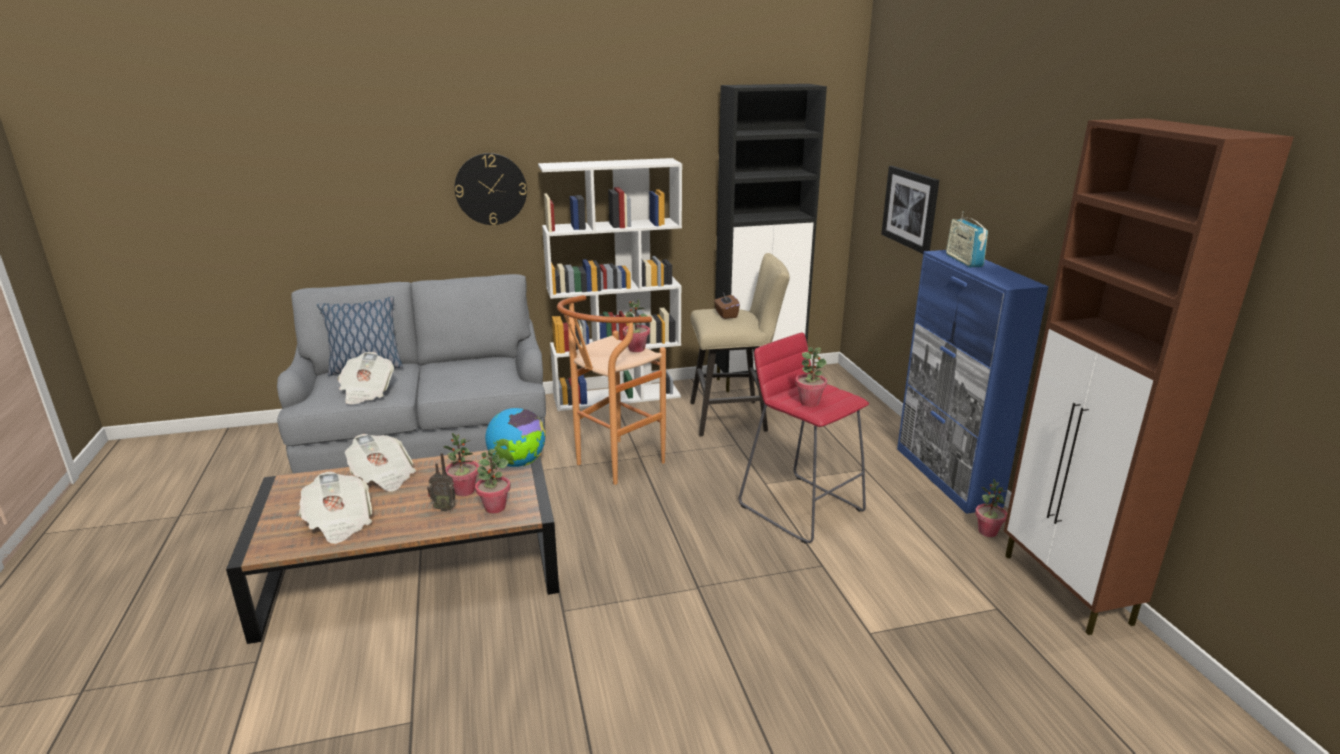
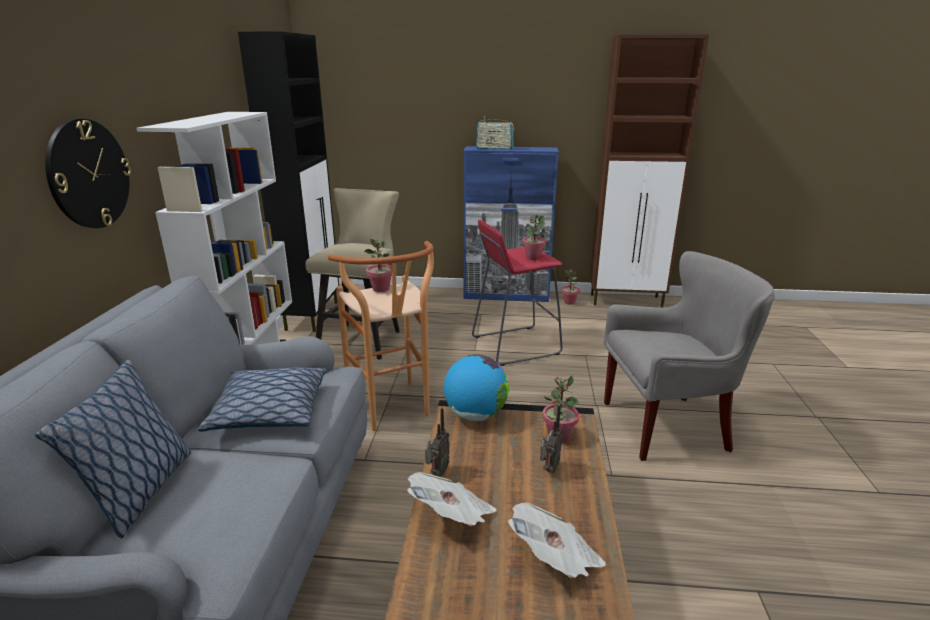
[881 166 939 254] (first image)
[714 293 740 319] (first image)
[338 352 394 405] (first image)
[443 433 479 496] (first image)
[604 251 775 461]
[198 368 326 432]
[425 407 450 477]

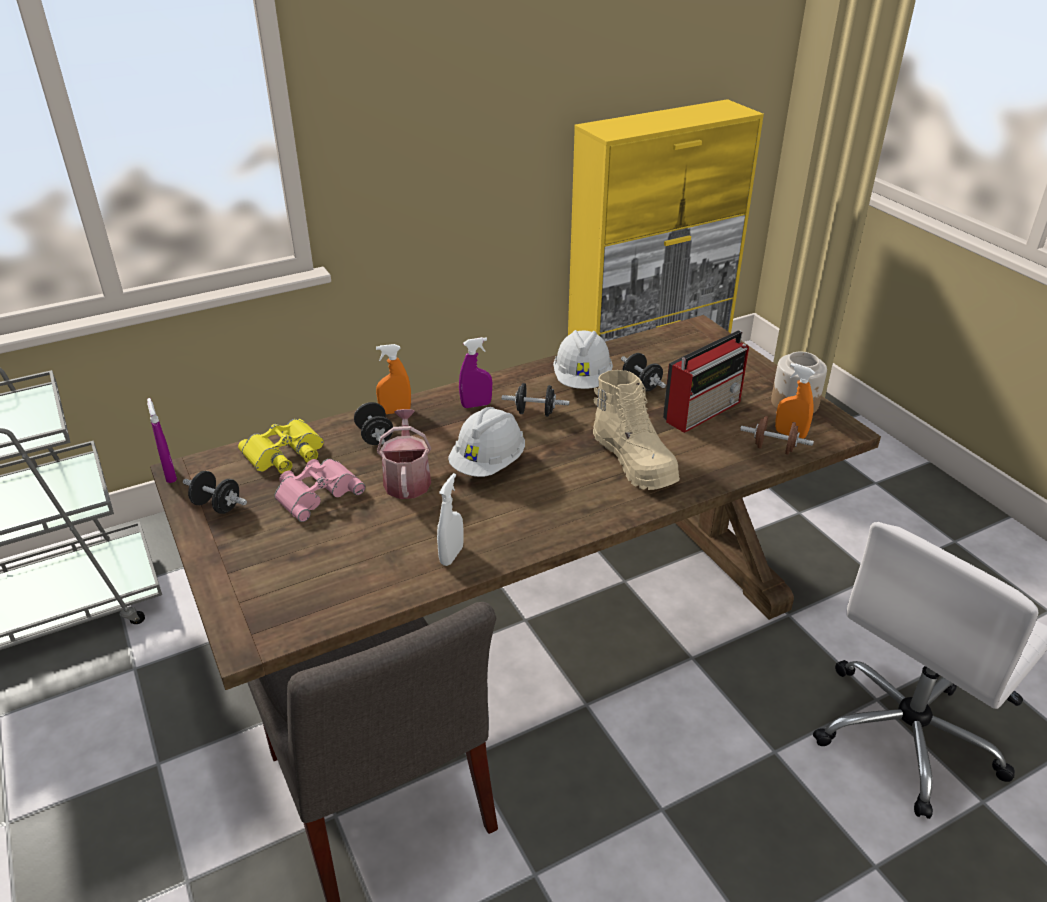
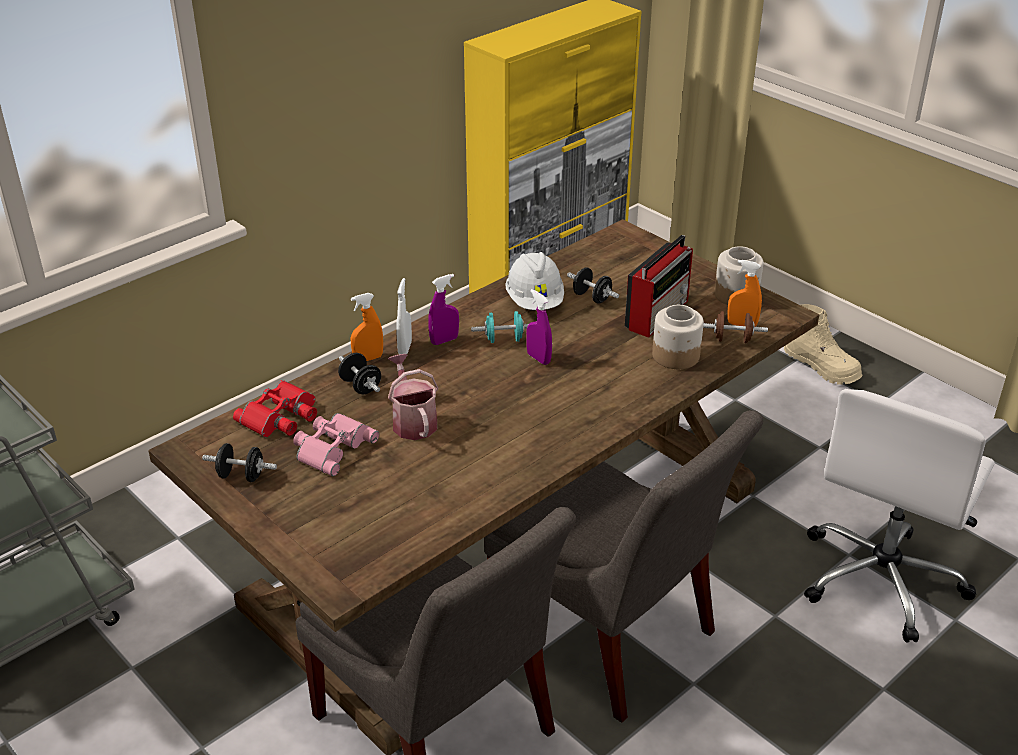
[784 304 862 385]
[471 311 529 343]
[526 289 552 365]
[448 407 525 477] (first image)
[233 380 317 437]
[396 278 412 354]
[652 305 704 369]
[484 410 763 723]

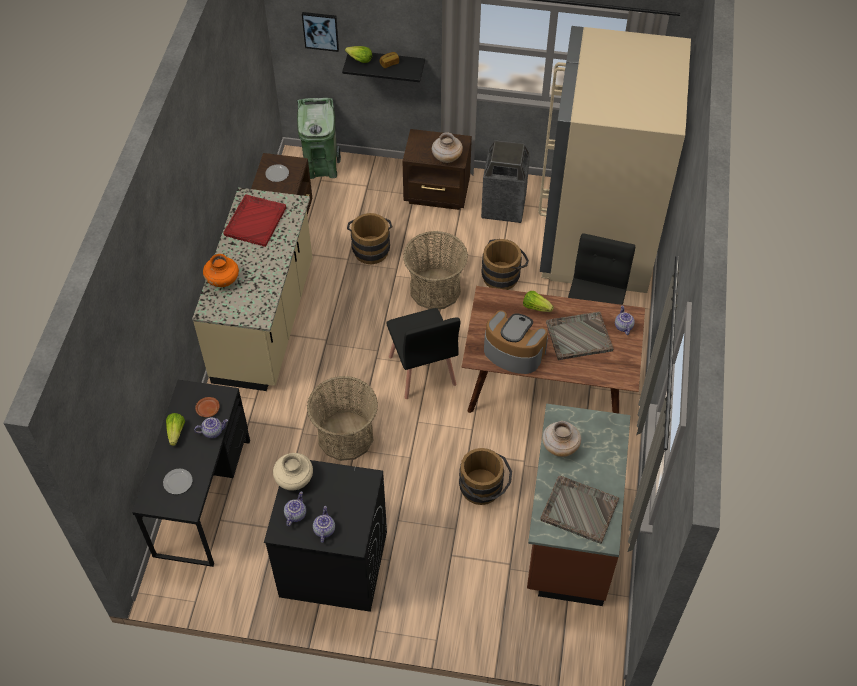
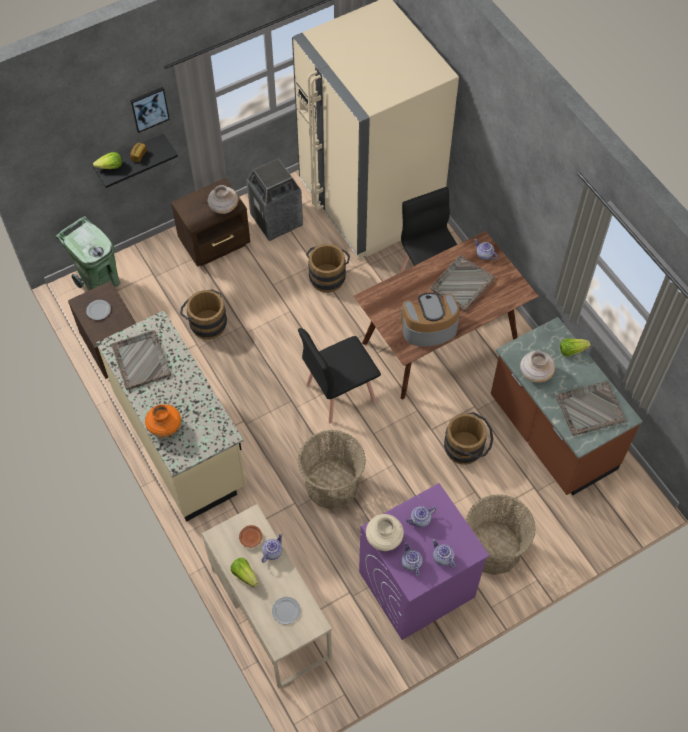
[130 87 170 133]
[111 330 171 390]
[466 494 536 575]
[560 338 591 356]
[298 328 381 423]
[202 504 332 689]
[359 483 489 640]
[406 506 436 528]

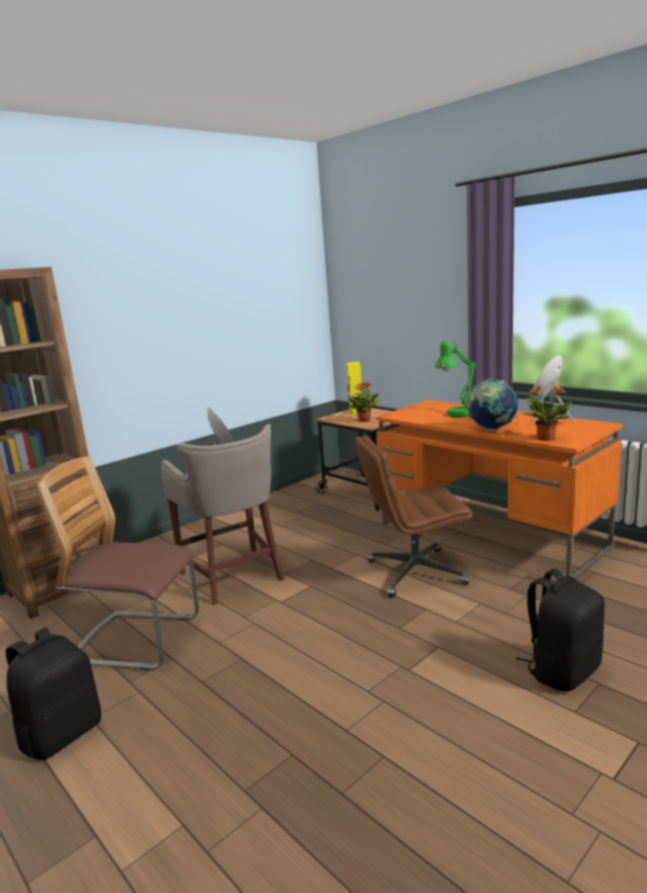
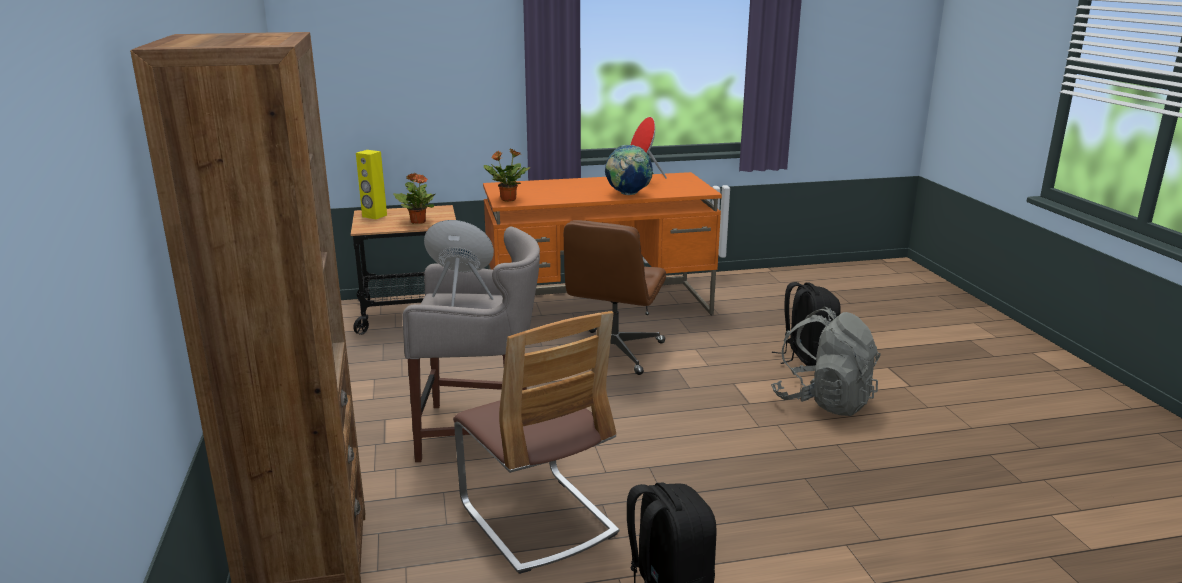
[435 341 476 418] (first image)
[484 148 531 202]
[453 311 620 574]
[771 307 881 416]

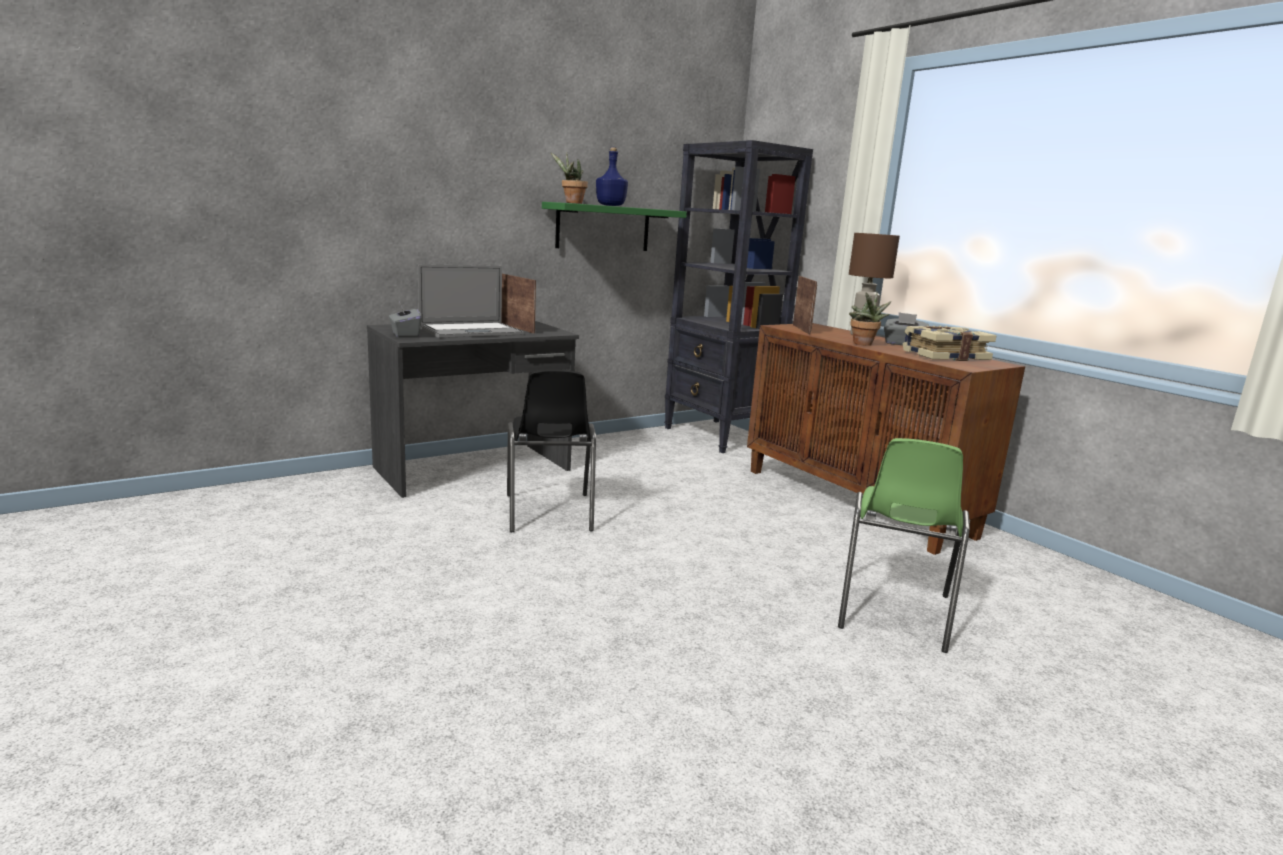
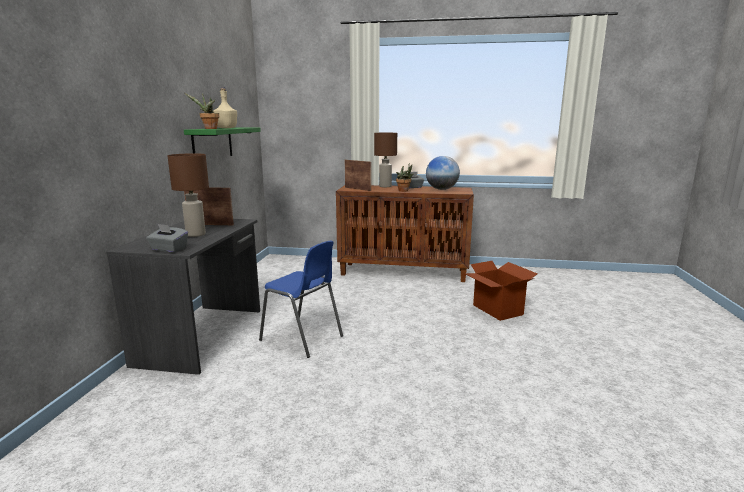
[664 140 813 453] (first image)
[214 88 237 128]
[167 153 209 237]
[426 156 460 190]
[259 241 343 358]
[464 261 537 321]

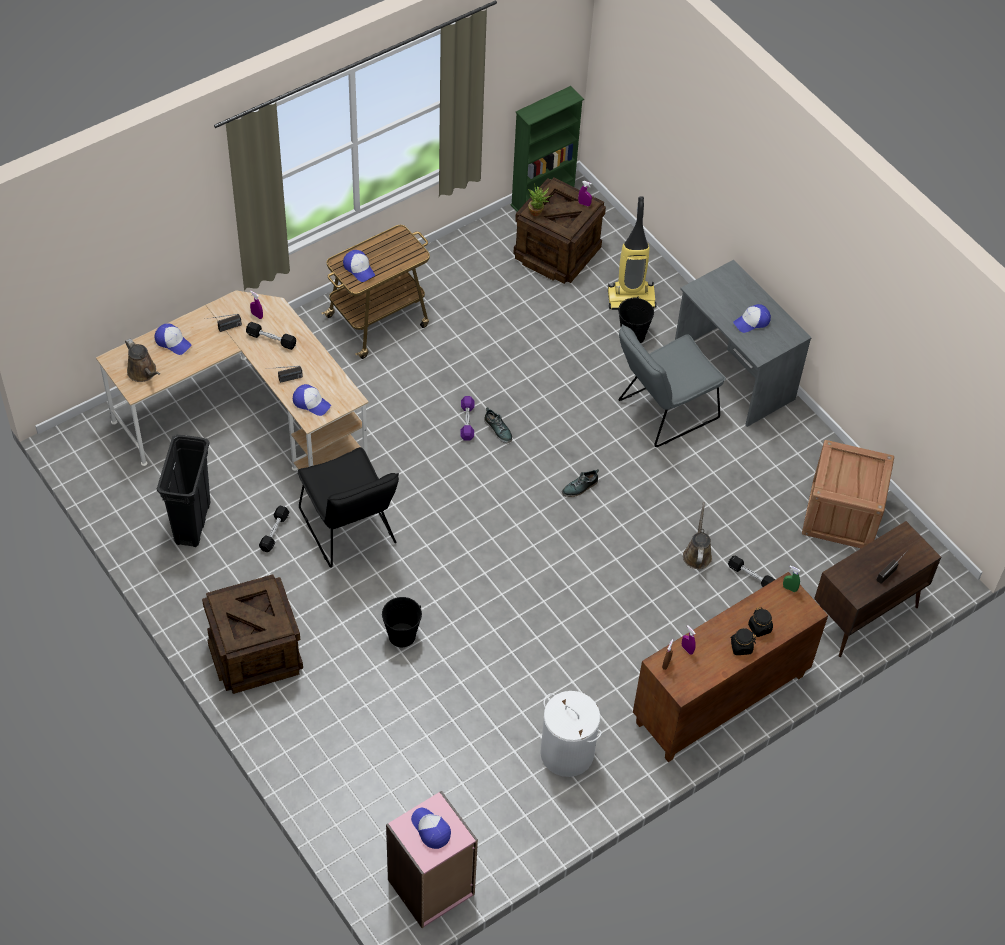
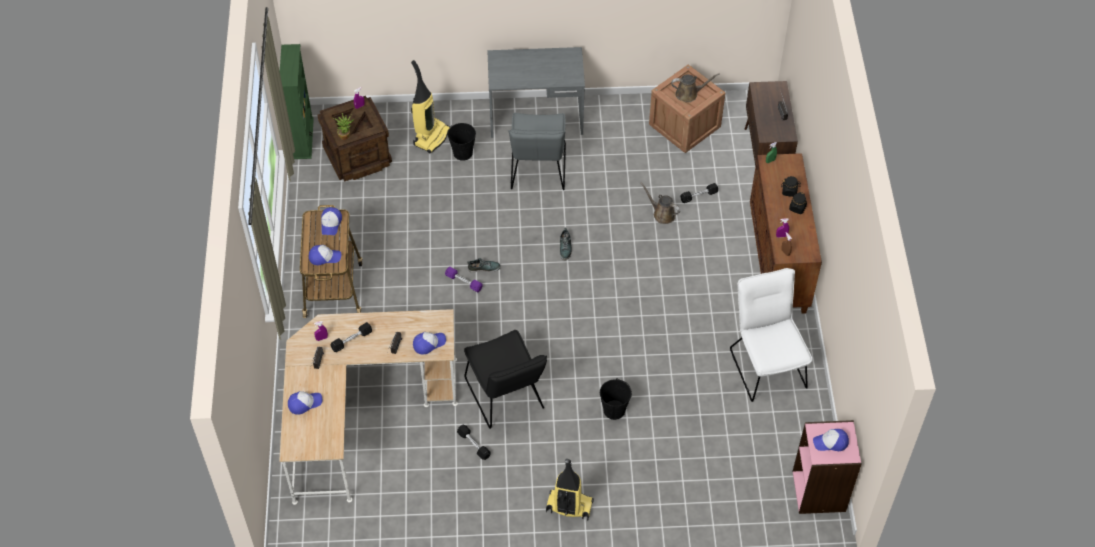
[321 207 342 235]
[671 73 720 102]
[157 435 210 547] (first image)
[464 330 547 429]
[546 459 594 520]
[730 268 813 402]

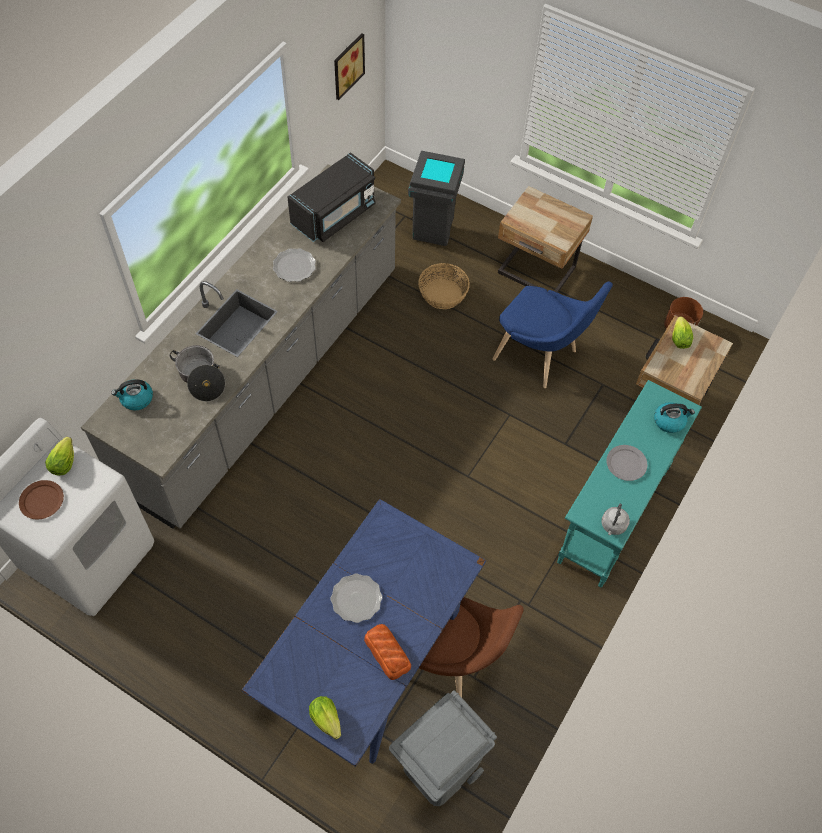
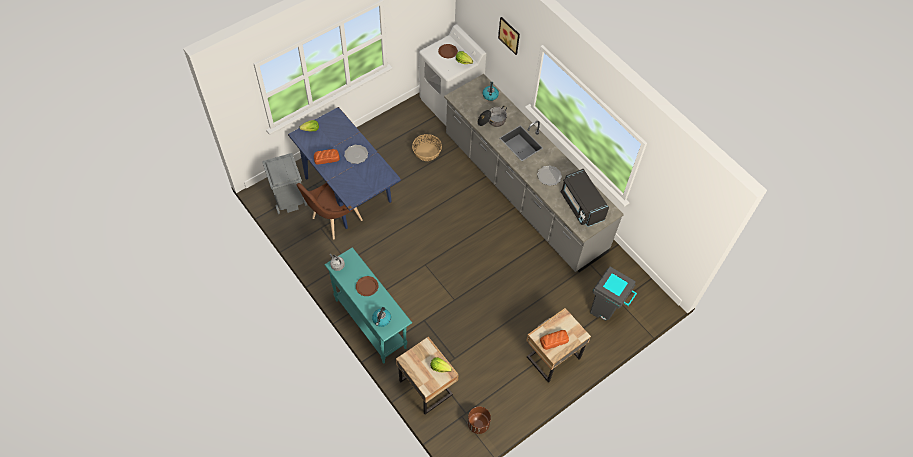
[498 17 520 55]
[412 134 442 161]
[493 282 613 388] (first image)
[356 276 378 296]
[540 330 569 350]

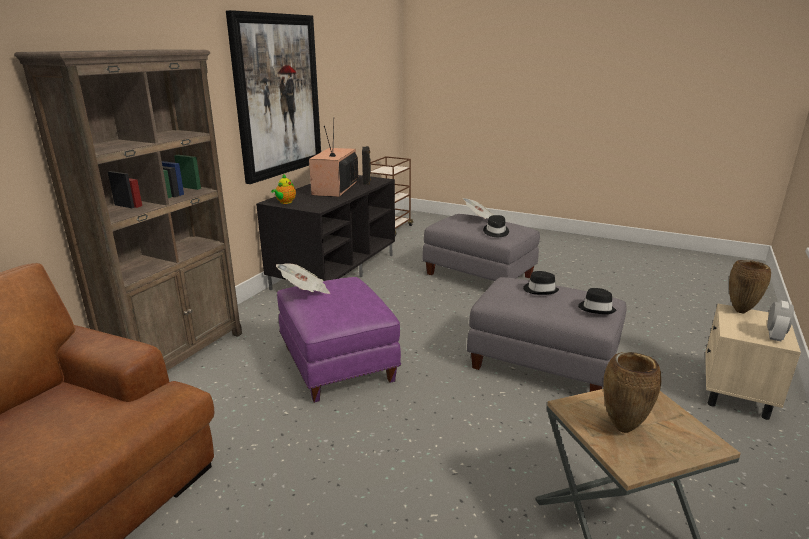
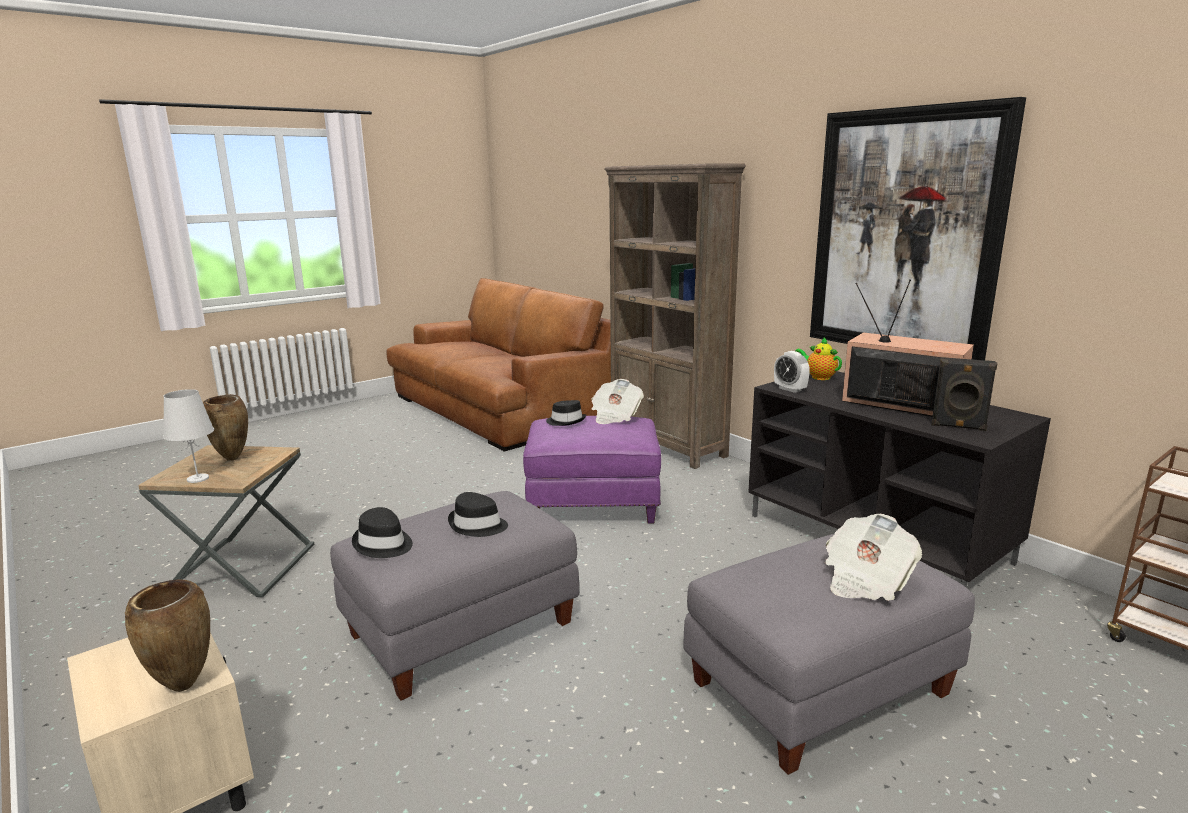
[546 400 586 426]
[774 351 810 393]
[163 389 214 483]

